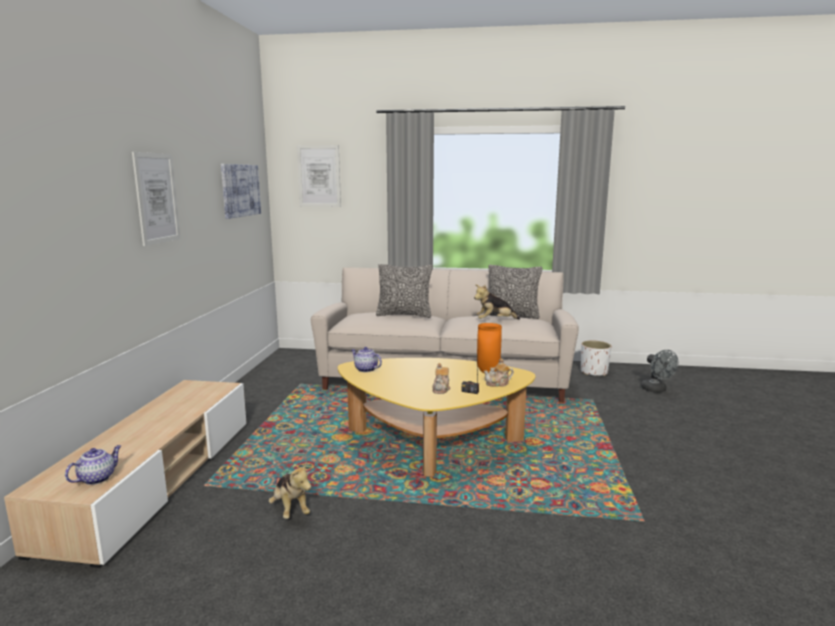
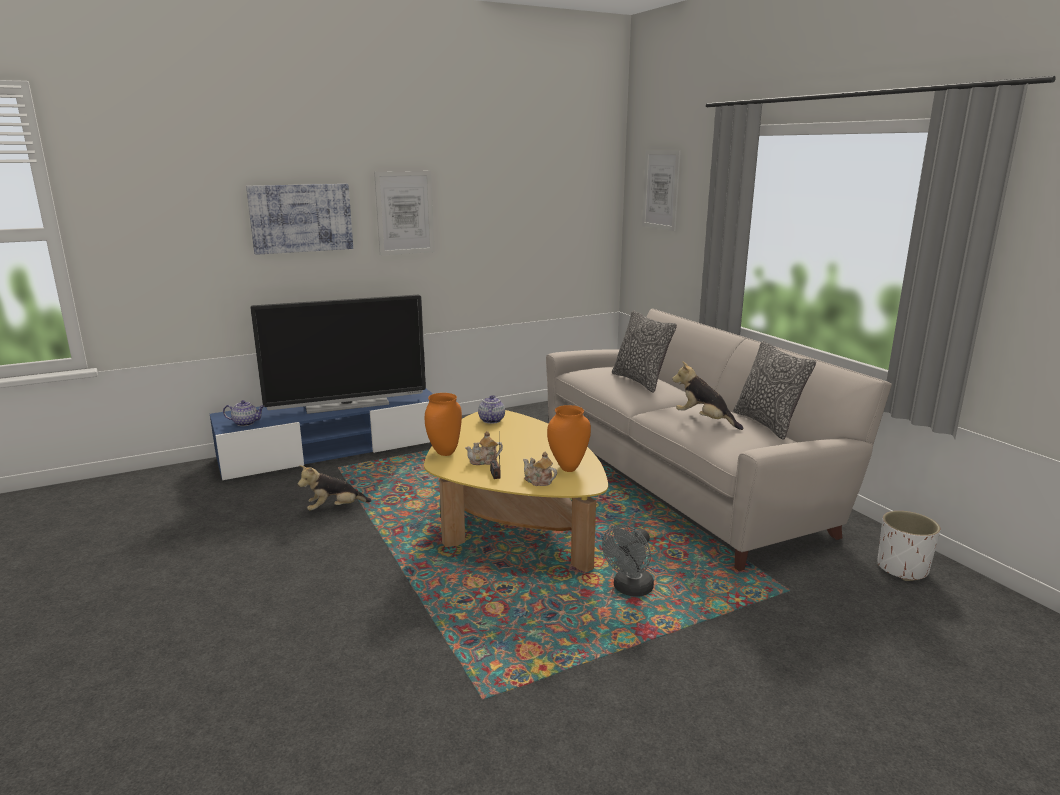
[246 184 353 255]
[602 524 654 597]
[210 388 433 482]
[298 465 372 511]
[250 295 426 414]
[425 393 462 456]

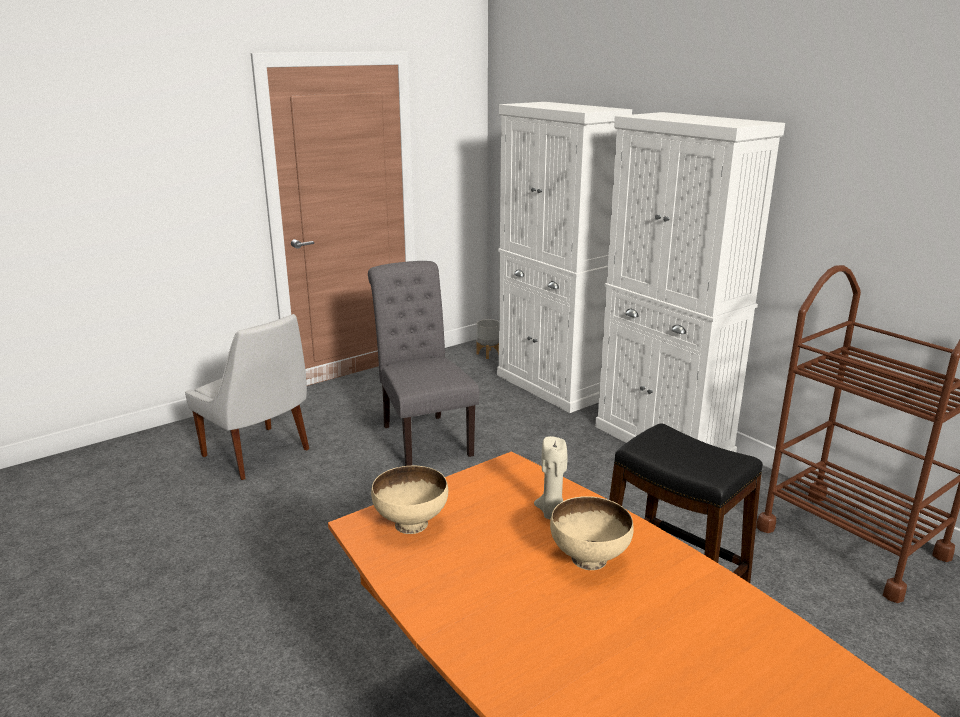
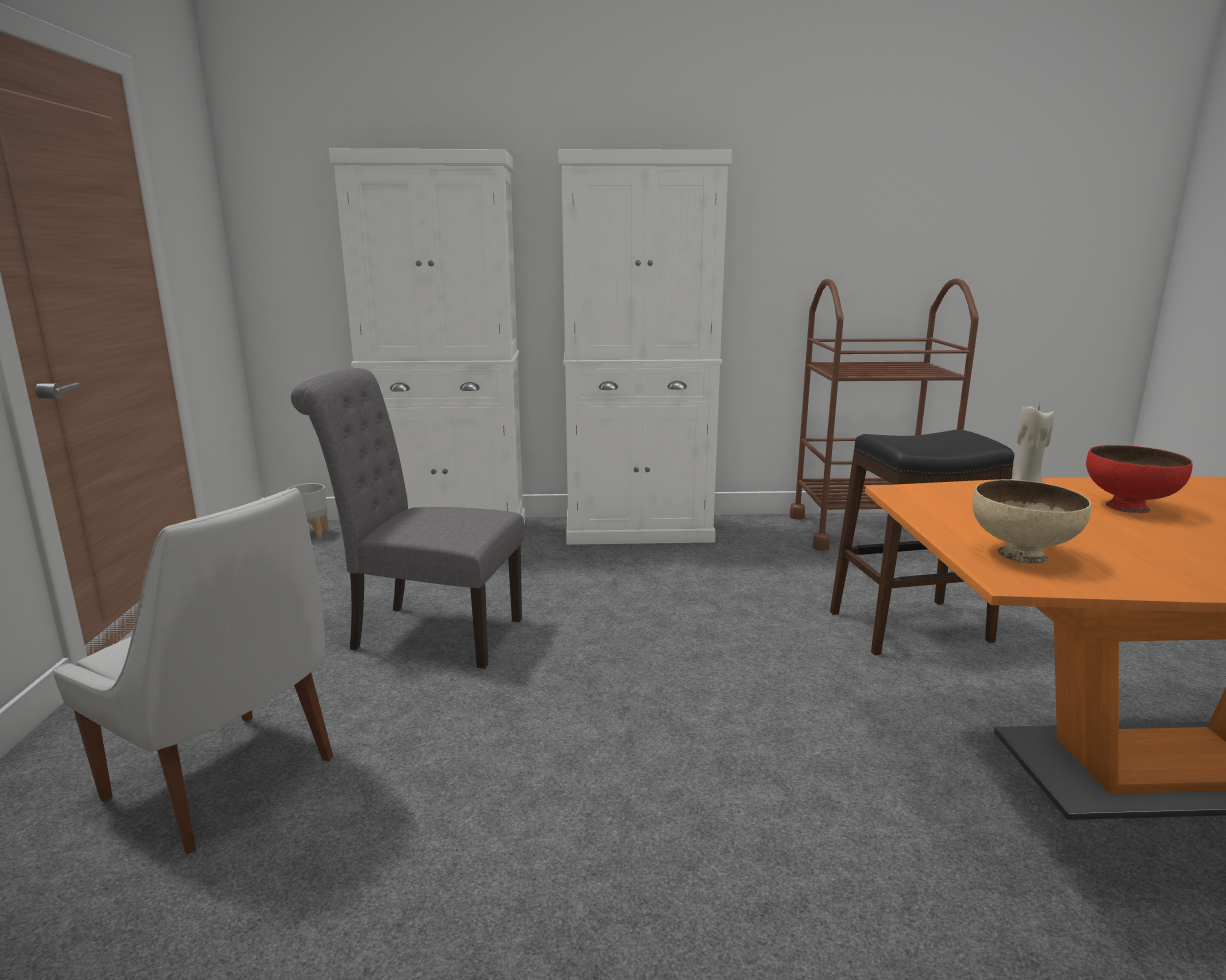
[52 488 333 854]
[1086 445 1192 513]

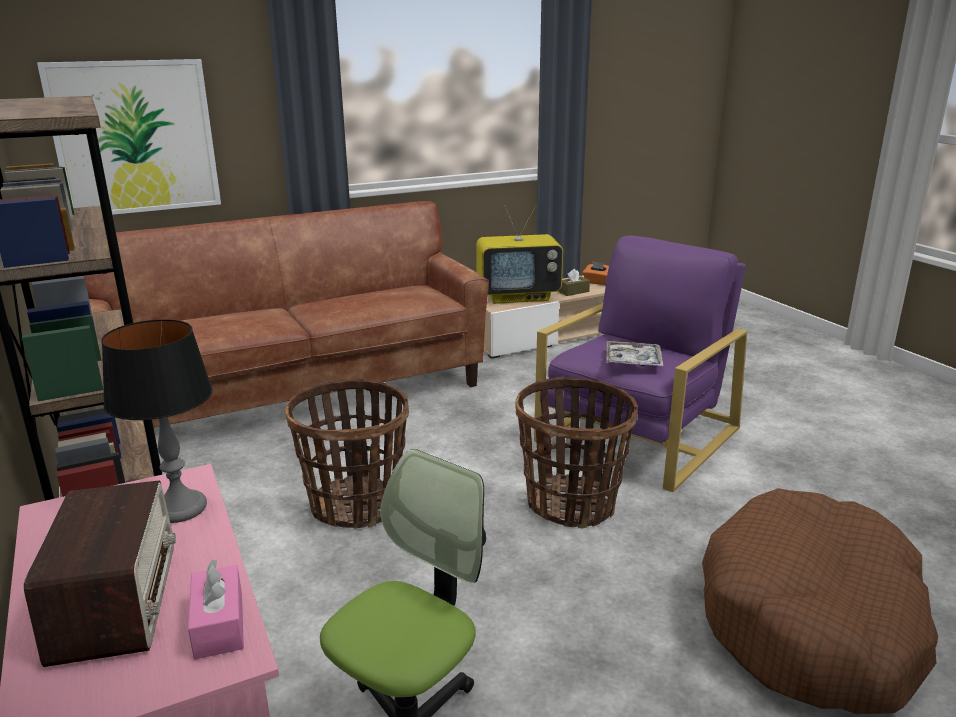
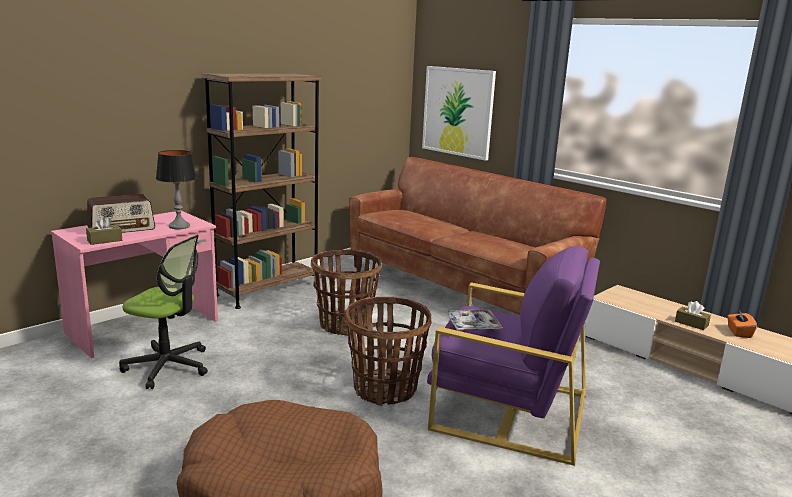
[476 205 563 304] (first image)
[86 217 122 245]

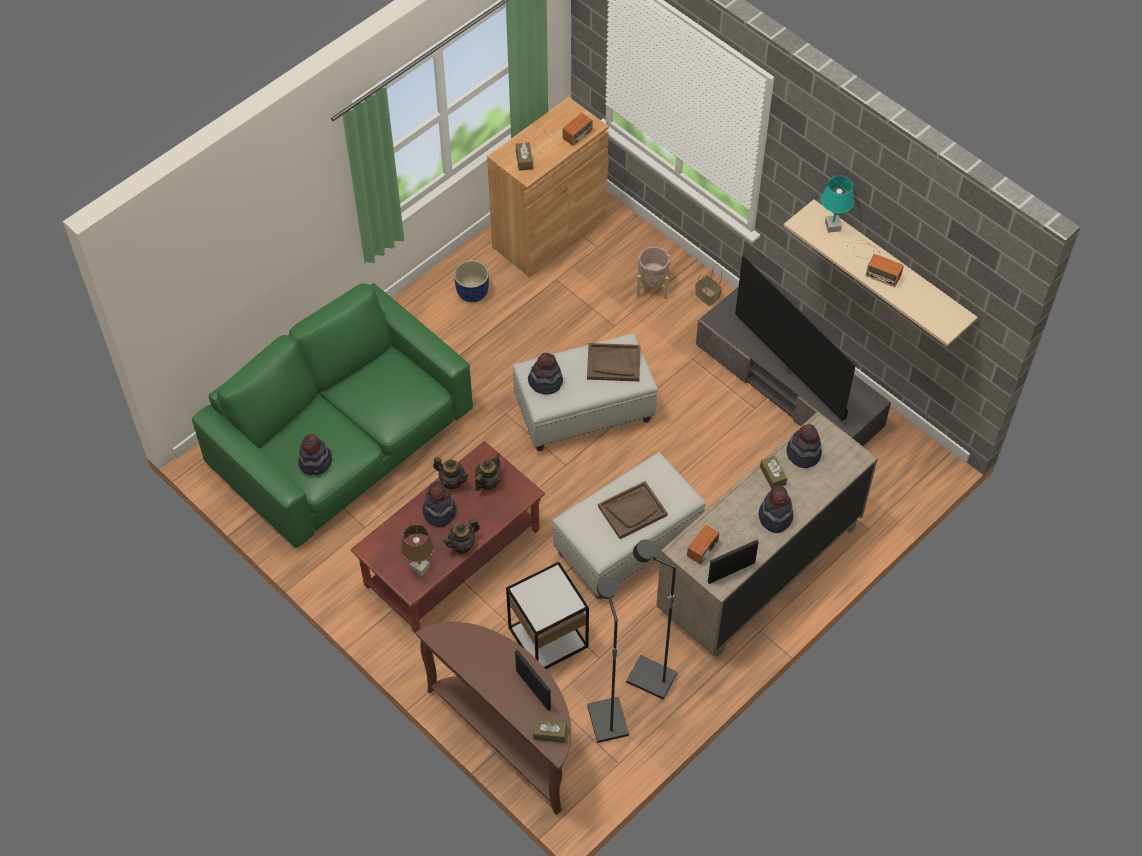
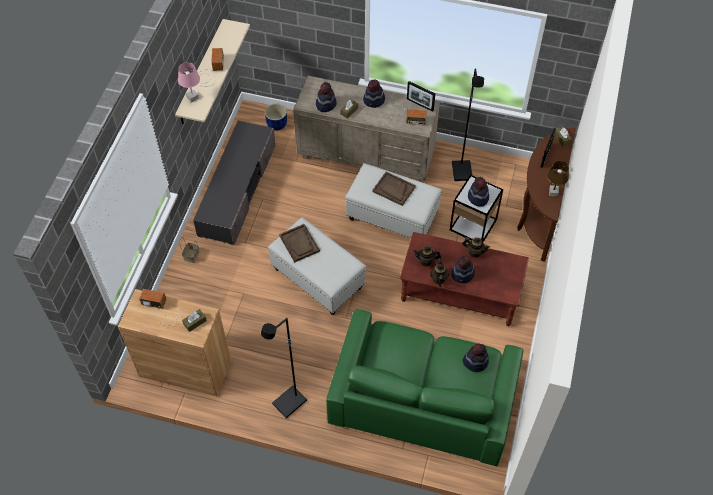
[178 62 200 103]
[636 247 670 299] (first image)
[735 255 856 422] (first image)
[265 104 287 130]
[468 177 489 207]
[547 161 569 197]
[261 318 307 418]

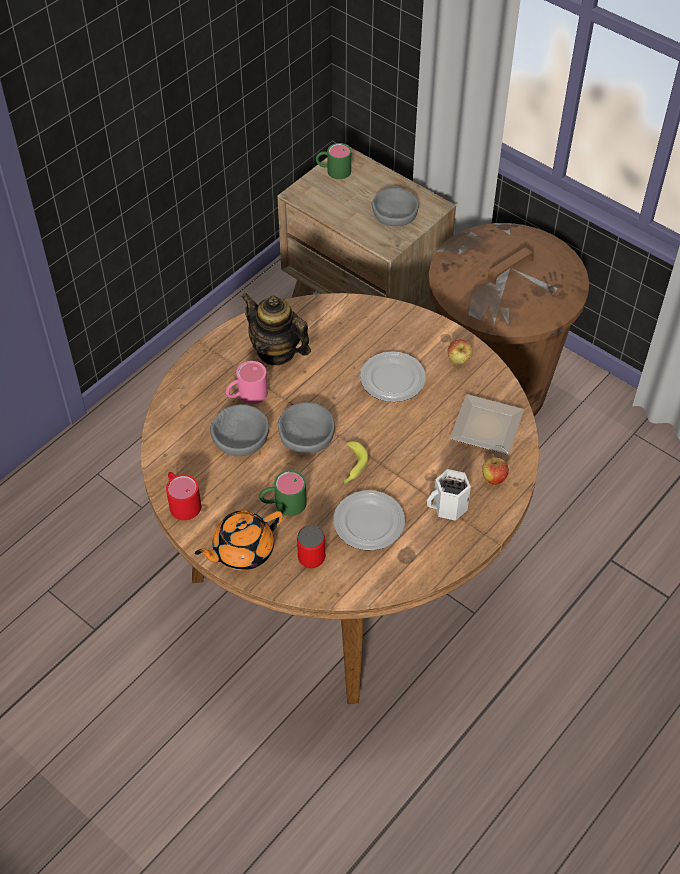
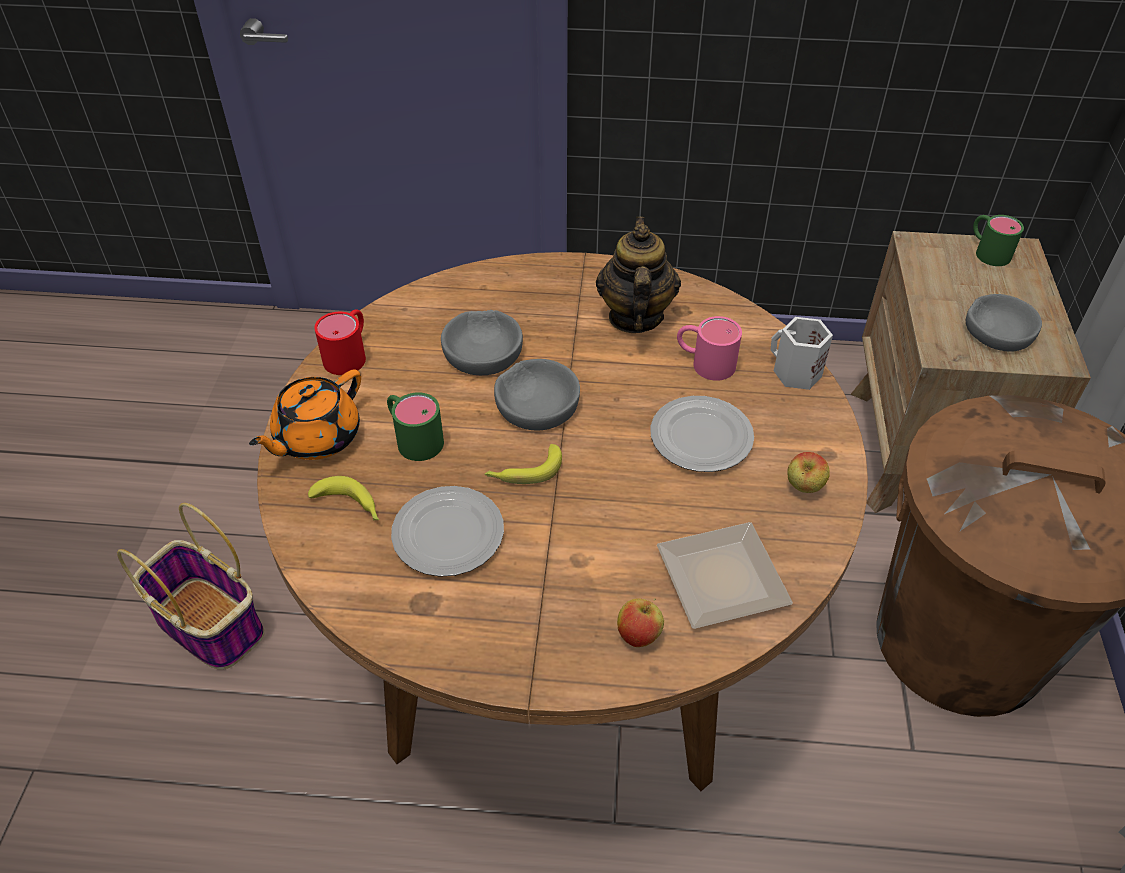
[677 316 742 381]
[771 317 833 390]
[249 369 361 460]
[308 476 379 521]
[117 503 264 670]

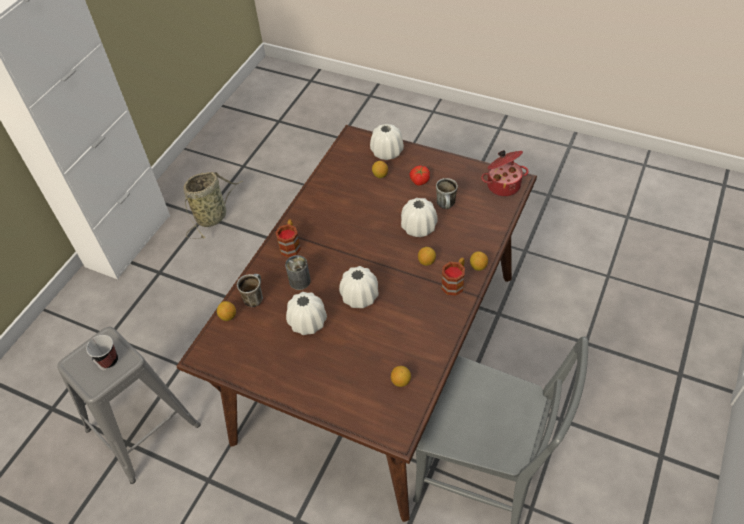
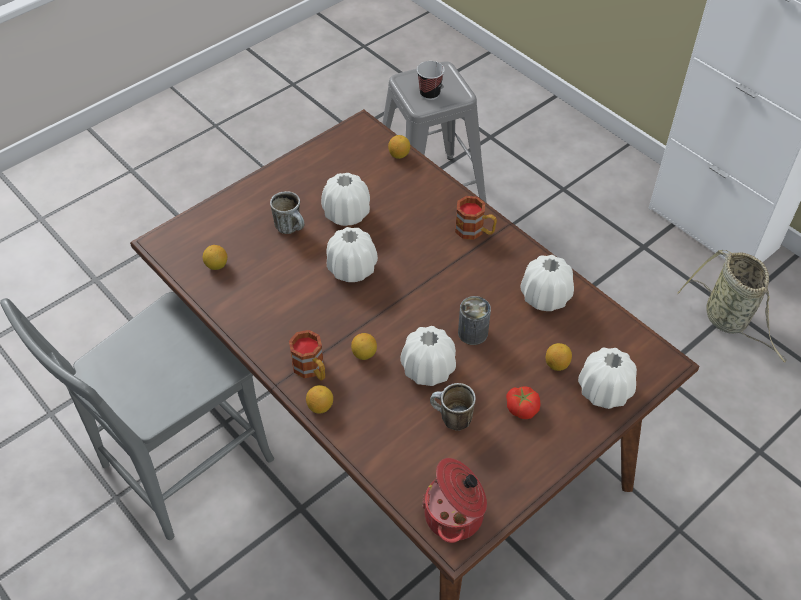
[458 296 491 345]
[270 191 304 234]
[520 255 574 311]

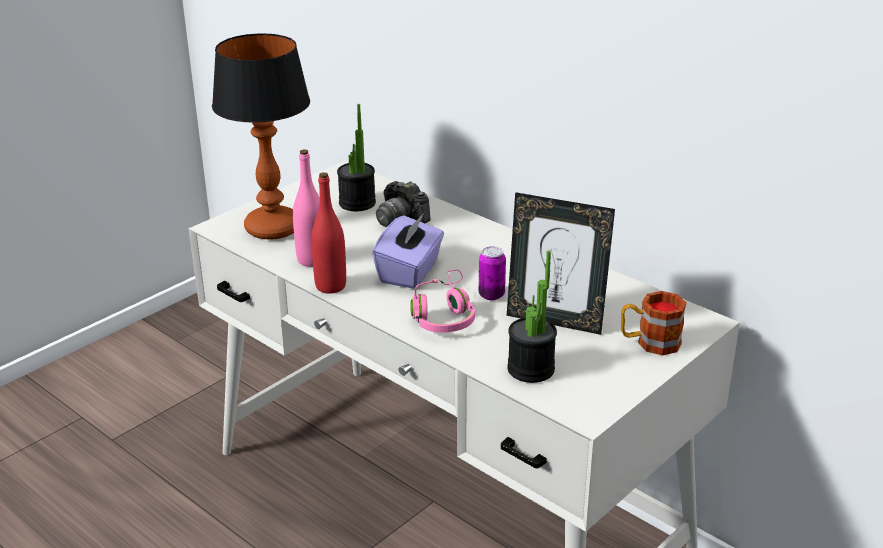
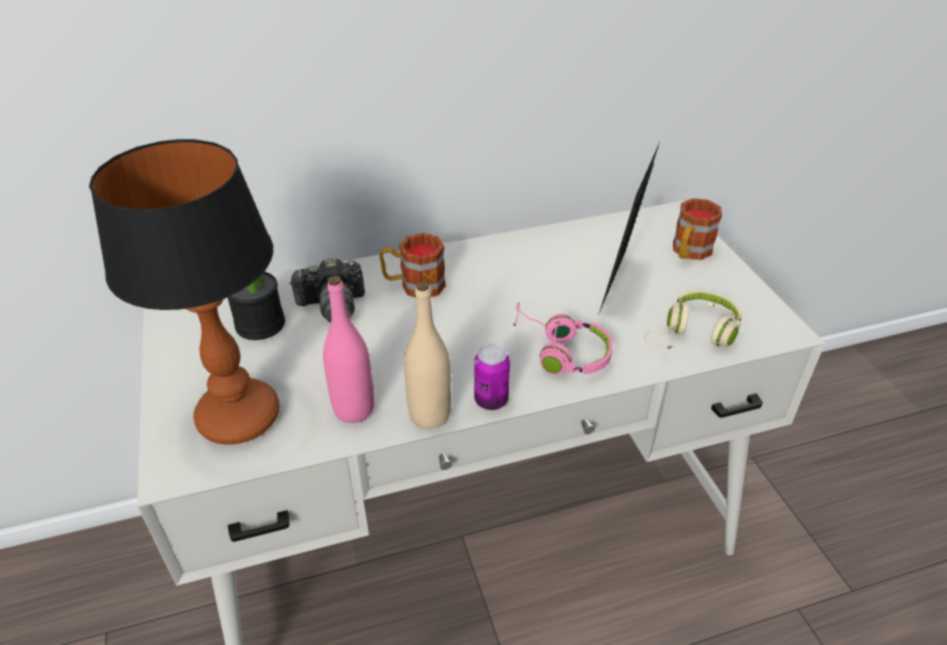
[404 281 451 429]
[599 142 660 313]
[372 213 444 289] (first image)
[474 344 510 410]
[645 290 743 349]
[379 233 446 297]

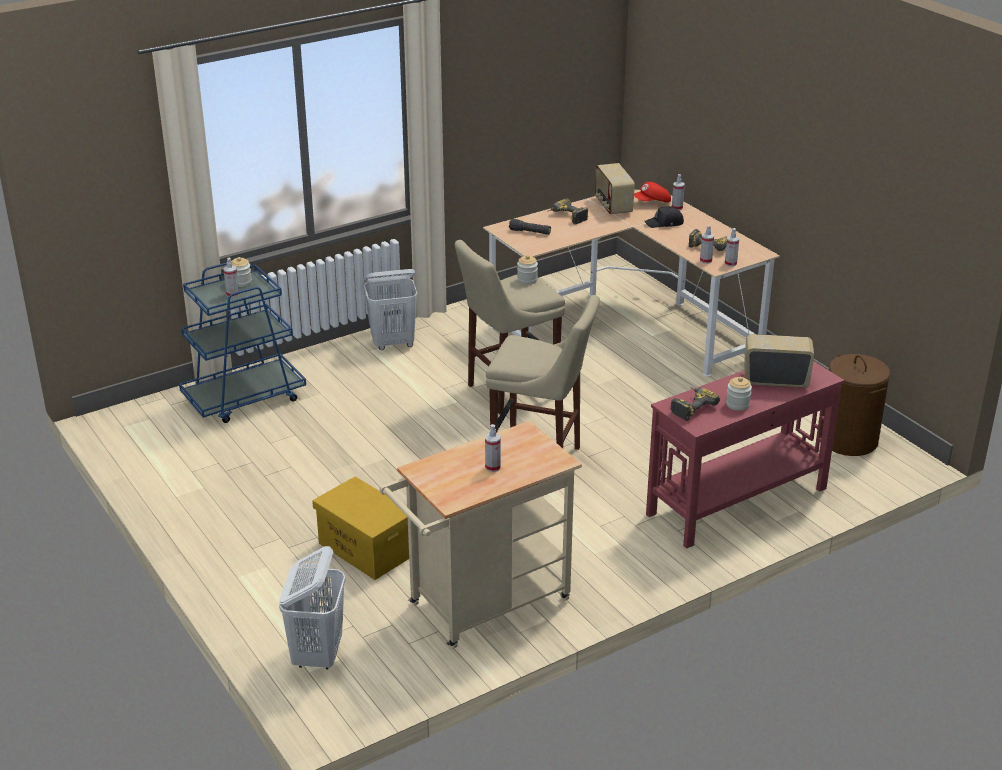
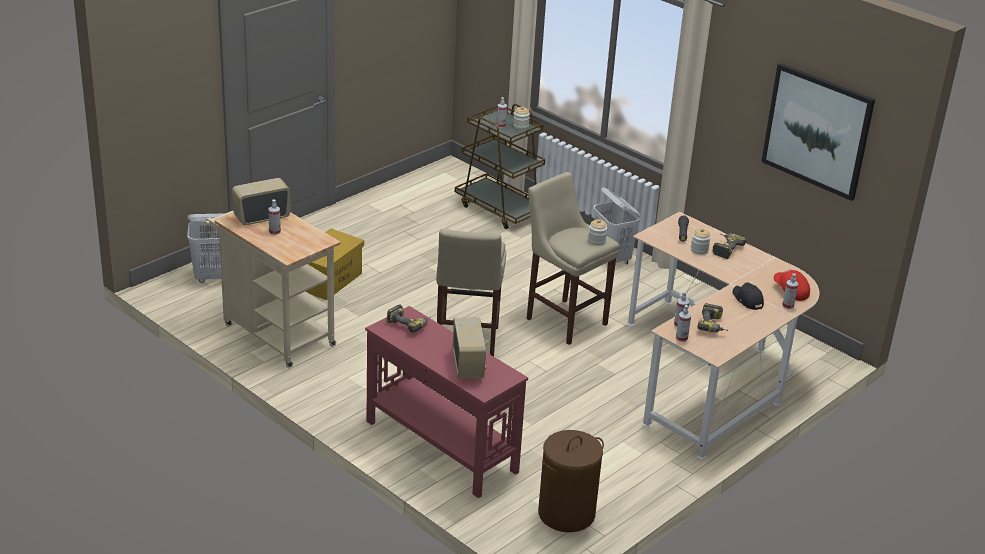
[232 178 290 225]
[455 104 545 229]
[691 228 711 254]
[761 63 875 201]

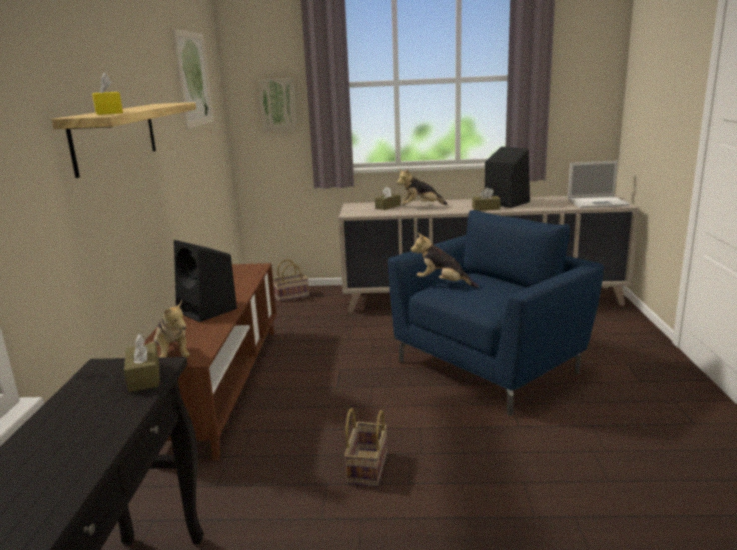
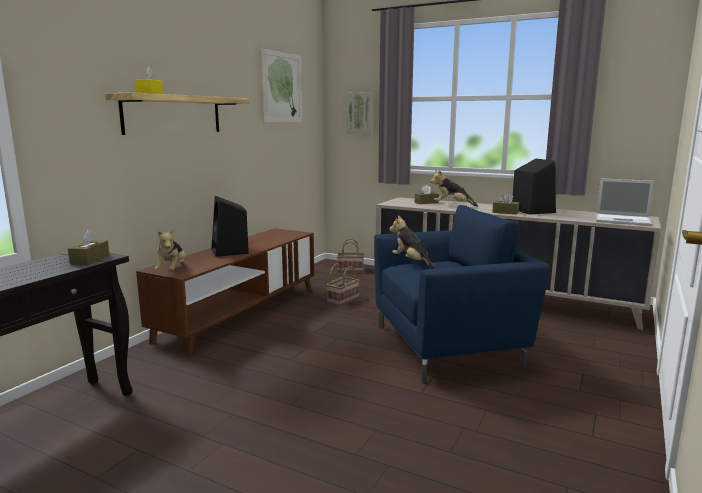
[326 263 359 305]

